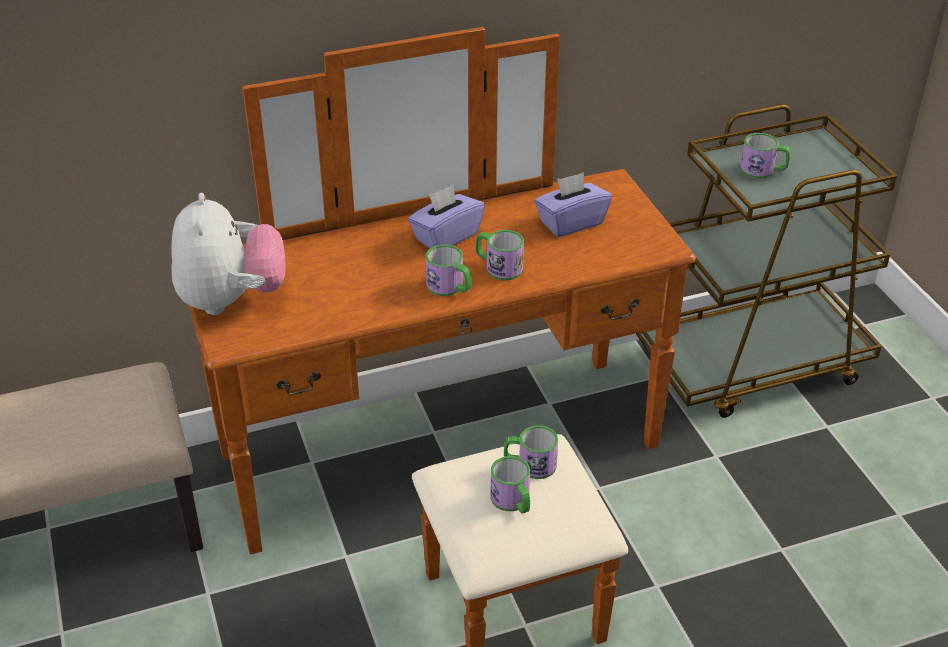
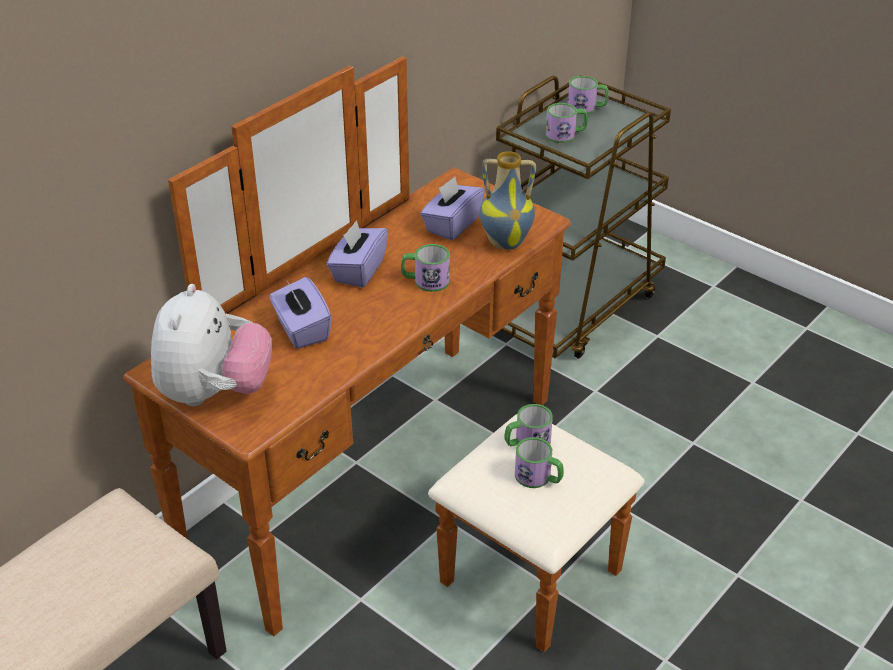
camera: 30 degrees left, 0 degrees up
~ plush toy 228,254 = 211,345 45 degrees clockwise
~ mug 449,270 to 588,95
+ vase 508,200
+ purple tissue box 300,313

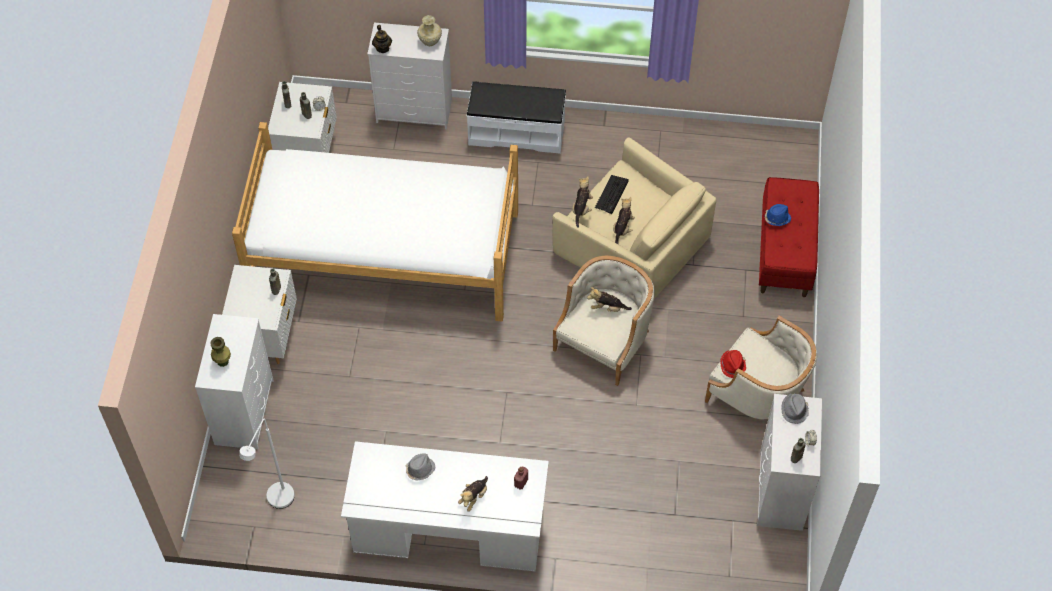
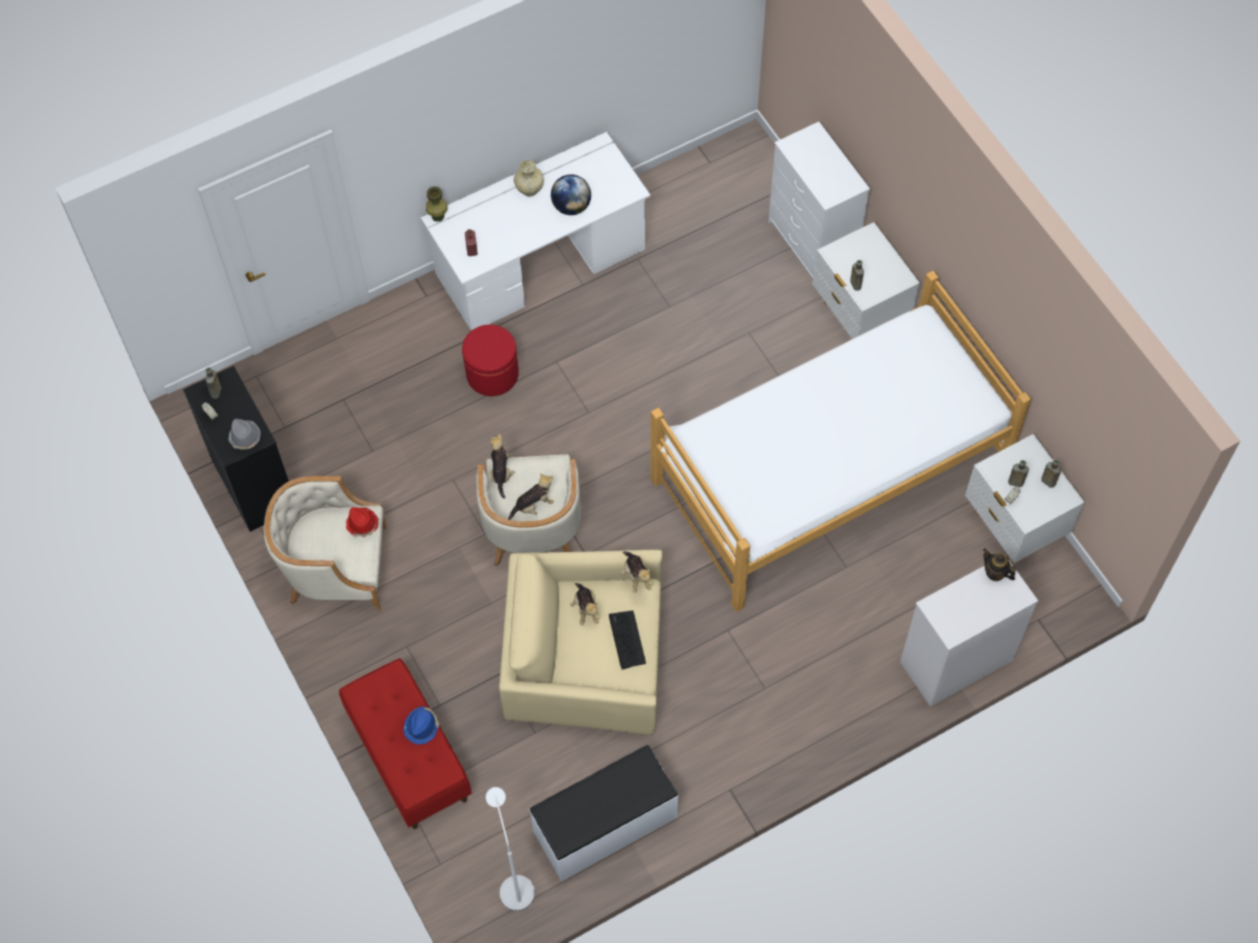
camera: 145 degrees right, 5 degrees up
~ beige vase 429,30 to 529,178
~ white bench 516,117 to 604,813
~ green vase 220,352 to 437,204
~ white dresser 789,462 to black dresser 236,449
~ white floor lamp 267,464 to 510,849
~ grey hat 420,467 to globe 571,194
~ plush toy 473,494 to 502,466
+ red ottoman 490,360

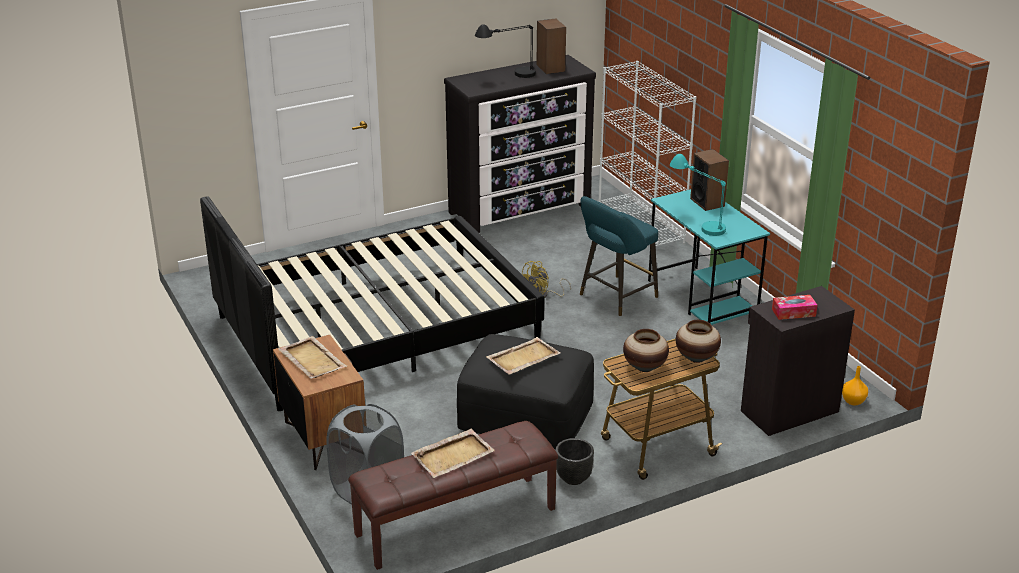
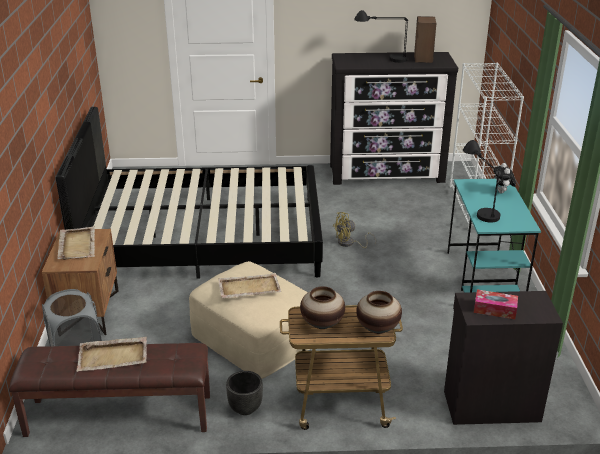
camera: 25 degrees right, 0 degrees up
~ speaker 709,180 to plush toy 504,178
~ turquoise table lamp 698,195 to black table lamp 482,181
- turquoise stool 619,256
~ black ottoman 525,391 to beige ottoman 249,320
- orange vase 855,386

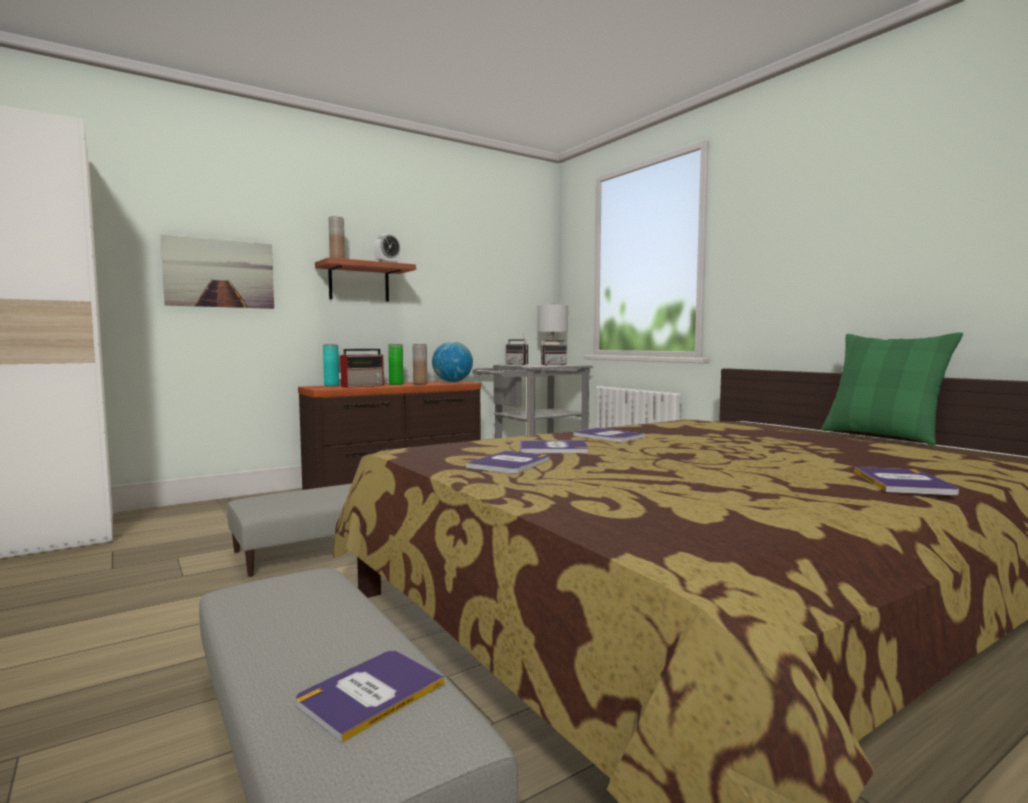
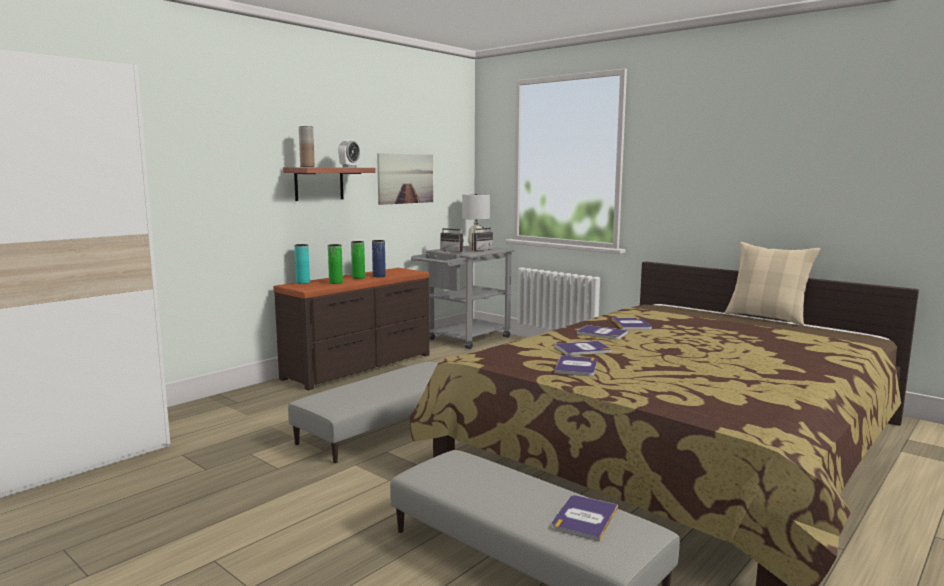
camera: 15 degrees left, 5 degrees up
~ picture 217,272 to 405,179
~ green pillow 892,388 to beige pillow 772,284
- globe 452,361
~ brown vase 420,364 to blue vase 379,258
~ radio 362,368 to green vase 335,264
~ book 906,481 to 632,324

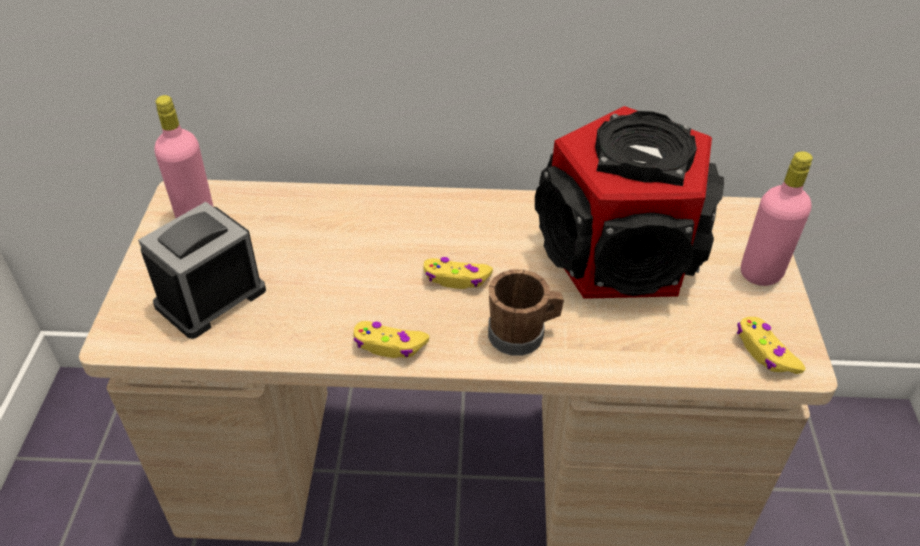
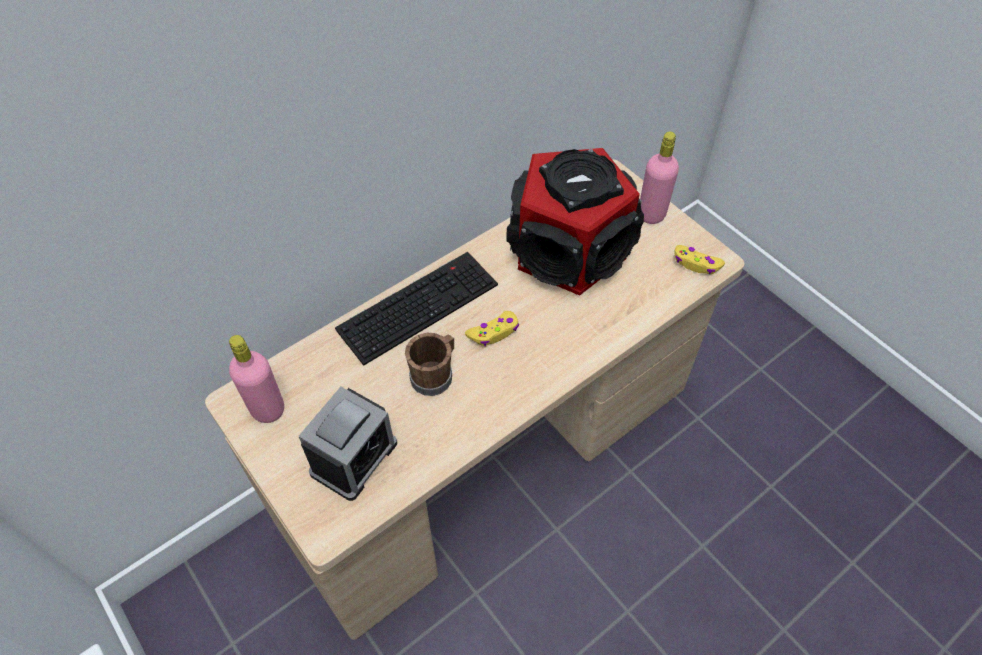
camera: 40 degrees left, 10 degrees up
~ alarm clock 202,270 = 347,443 150 degrees counterclockwise
~ brown mug 526,312 to 429,364
- yellow game controller 391,339
+ keyboard 416,309

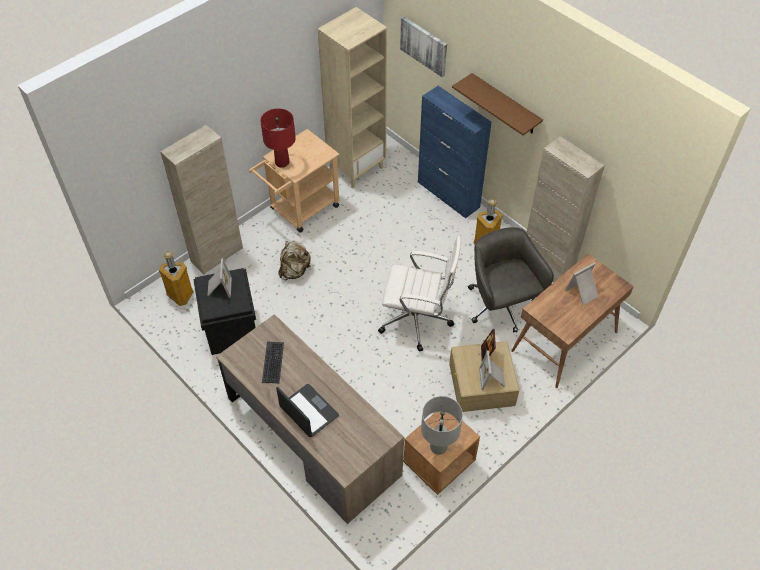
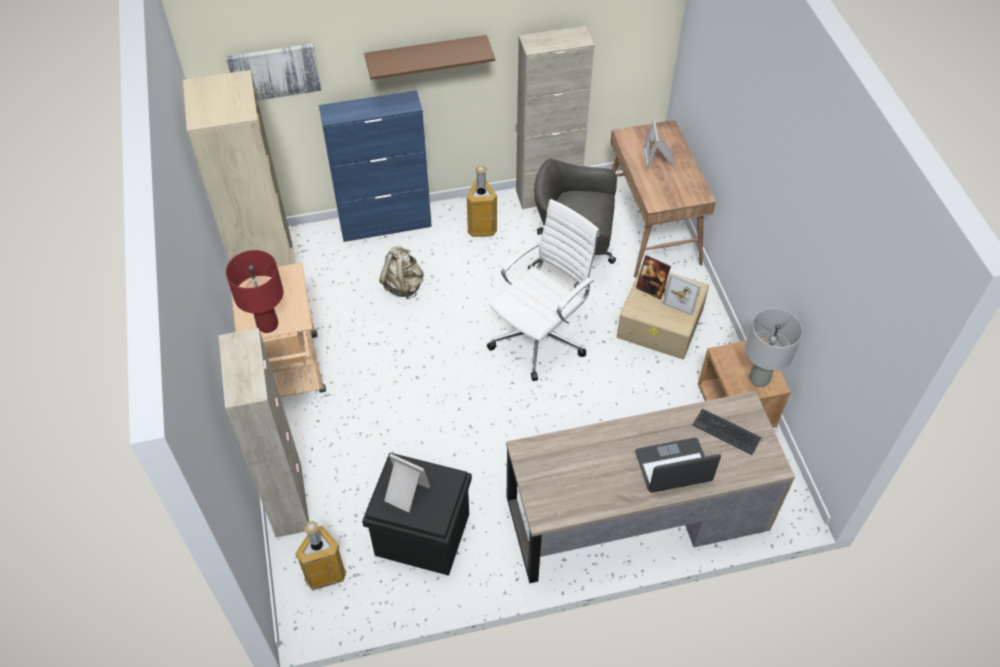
camera: 60 degrees left, 0 degrees up
~ beige backpack 294,260 to 401,272
~ keyboard 273,362 to 727,431

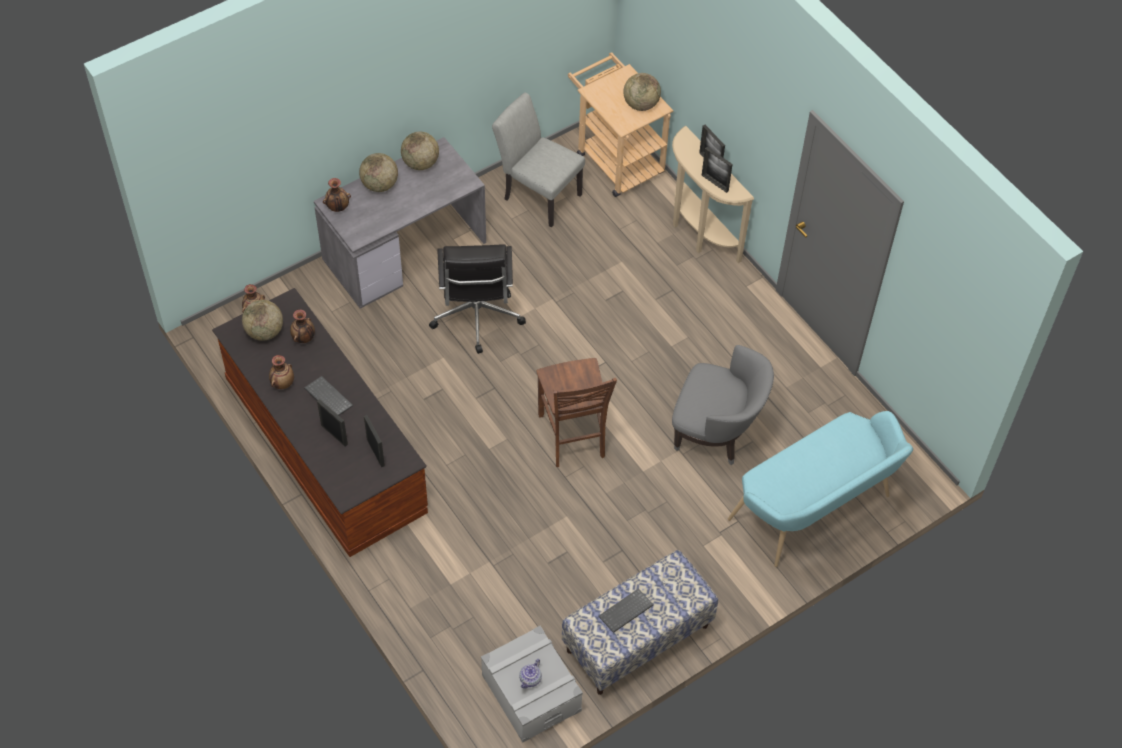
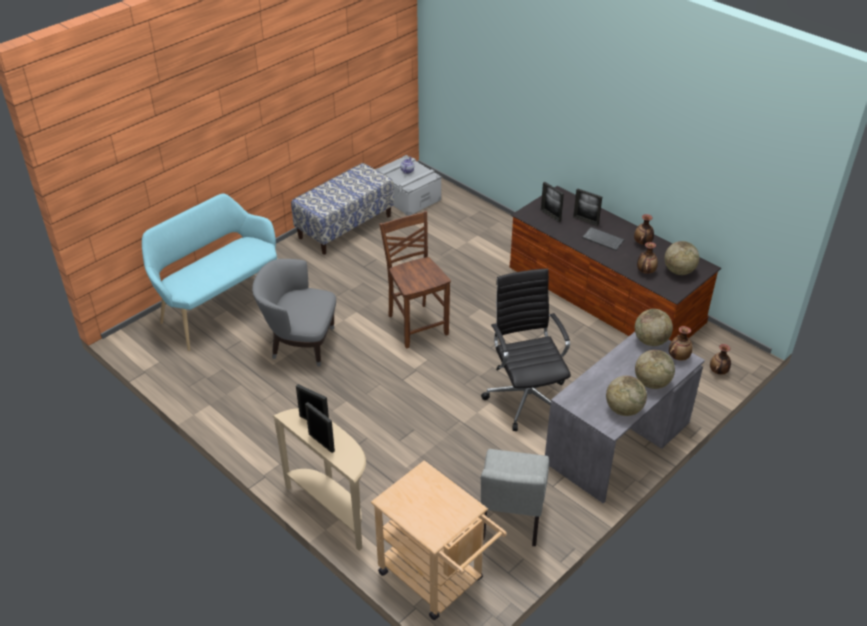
camera: 170 degrees right, 15 degrees down
~ globe 642,92 to 654,327
~ grey chair 538,160 = 515,497 75 degrees clockwise
- keyboard 626,611

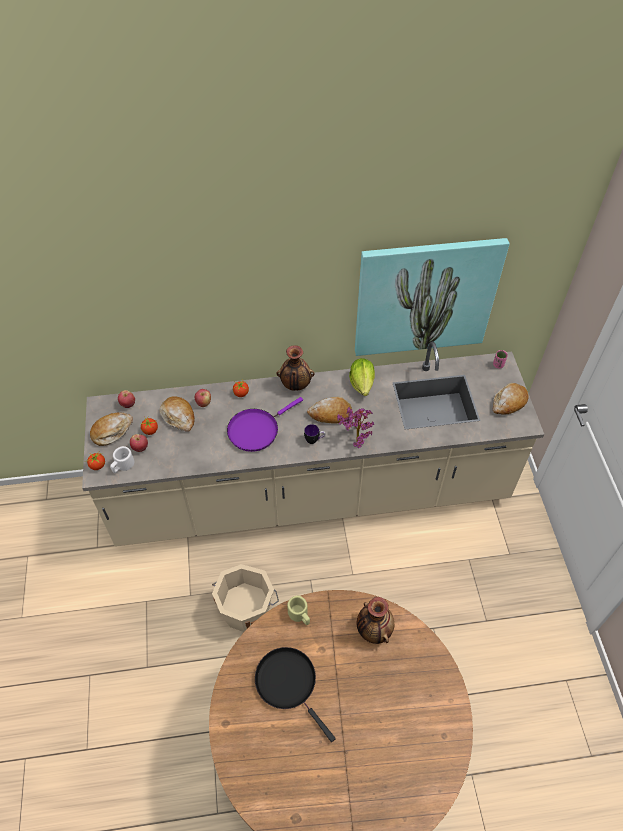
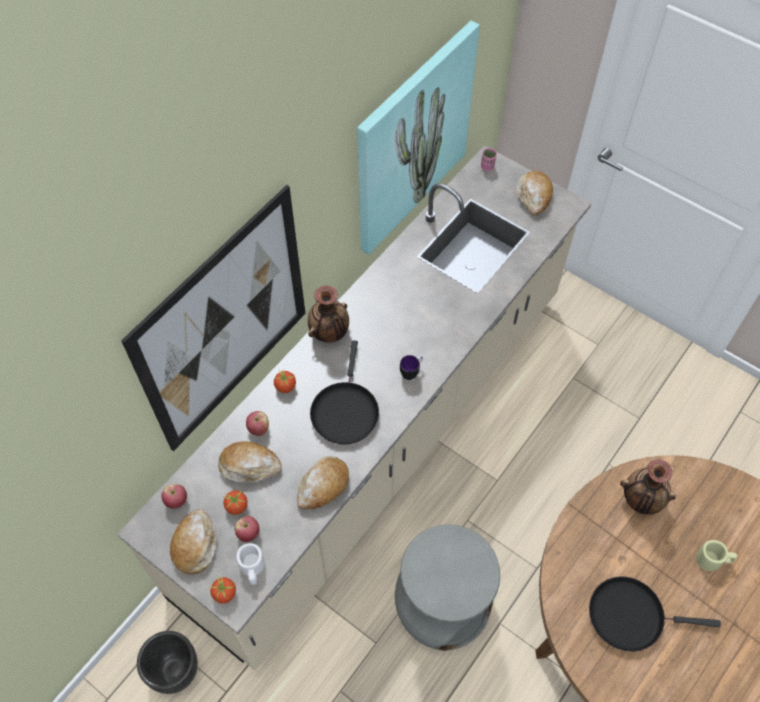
camera: 45 degrees left, 5 degrees up
- lettuce 362,377
~ purple frying pan 265,424 to black frying pan 344,392
~ bread 329,410 to 323,482
- potted plant 355,427
~ beige bucket 245,598 to grey stool 447,587
~ beige mug 298,610 to 716,555
+ picture 213,318
+ black planter 167,662

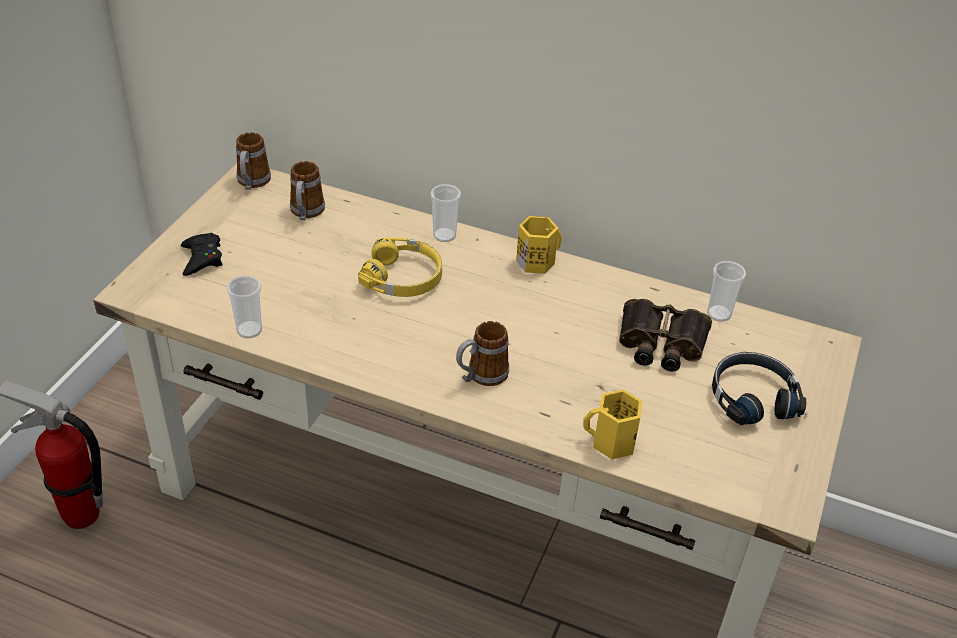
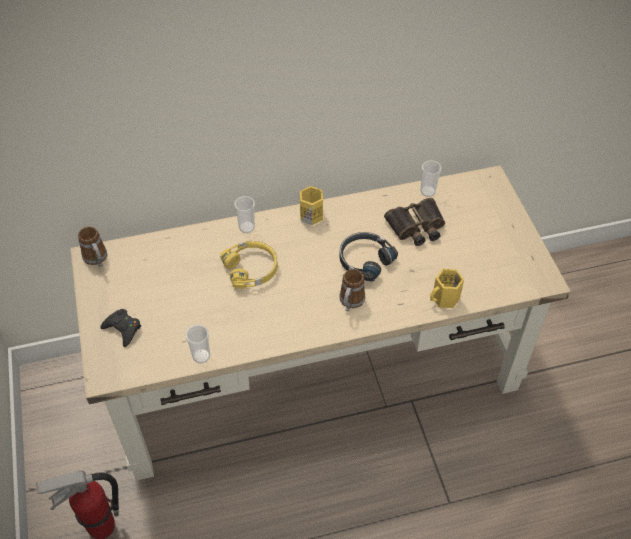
camera: 35 degrees left, 10 degrees up
- mug 307,190
~ black headphones 759,388 to 369,257

